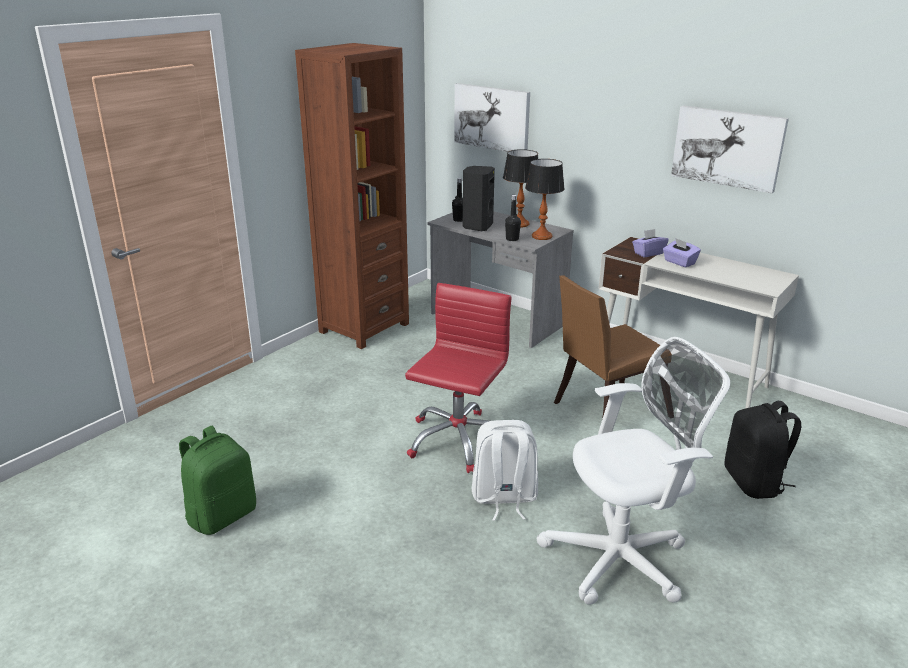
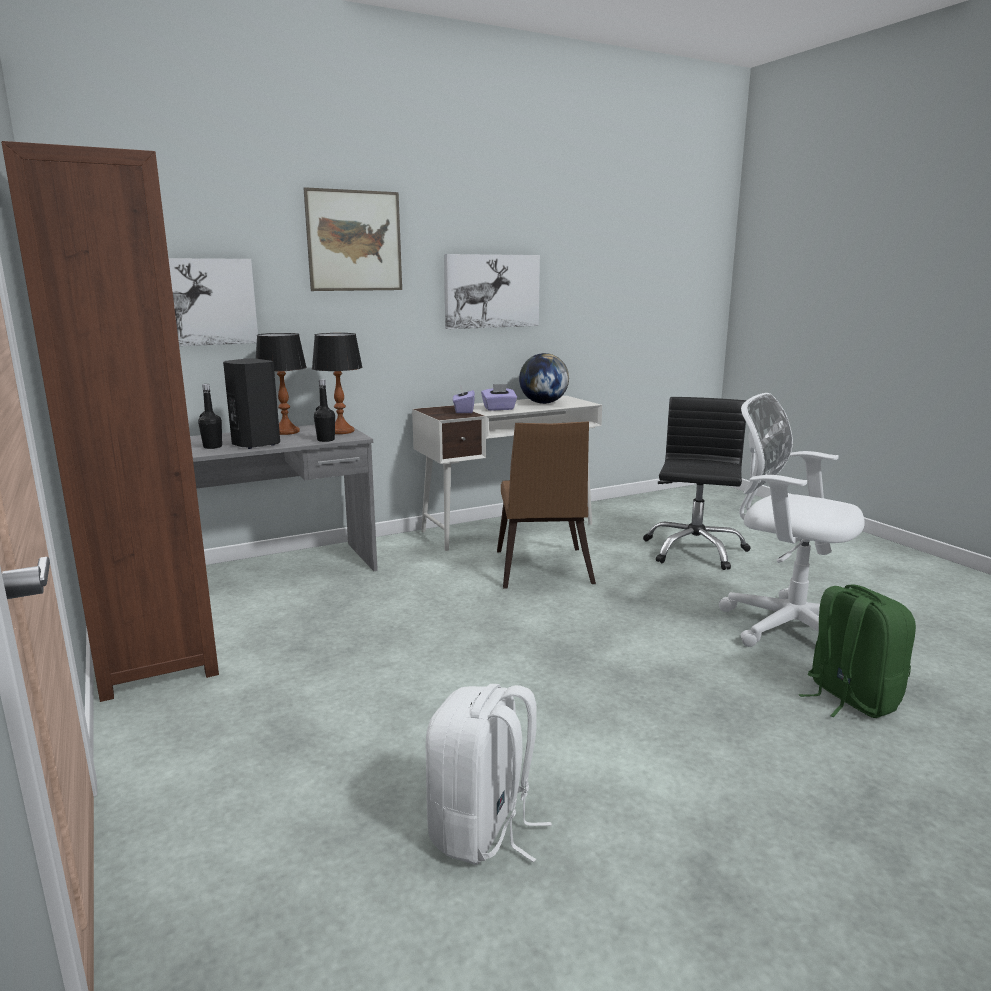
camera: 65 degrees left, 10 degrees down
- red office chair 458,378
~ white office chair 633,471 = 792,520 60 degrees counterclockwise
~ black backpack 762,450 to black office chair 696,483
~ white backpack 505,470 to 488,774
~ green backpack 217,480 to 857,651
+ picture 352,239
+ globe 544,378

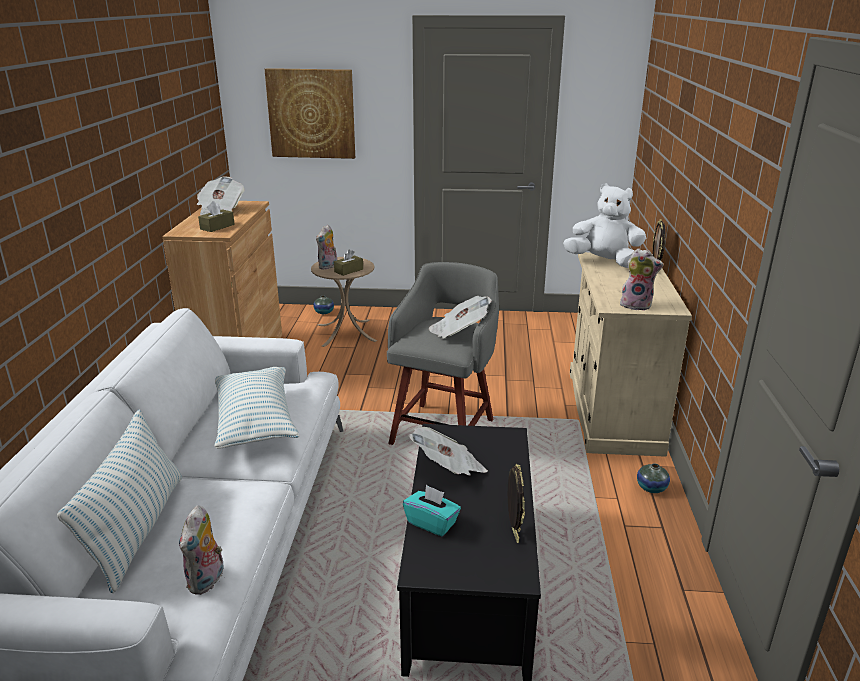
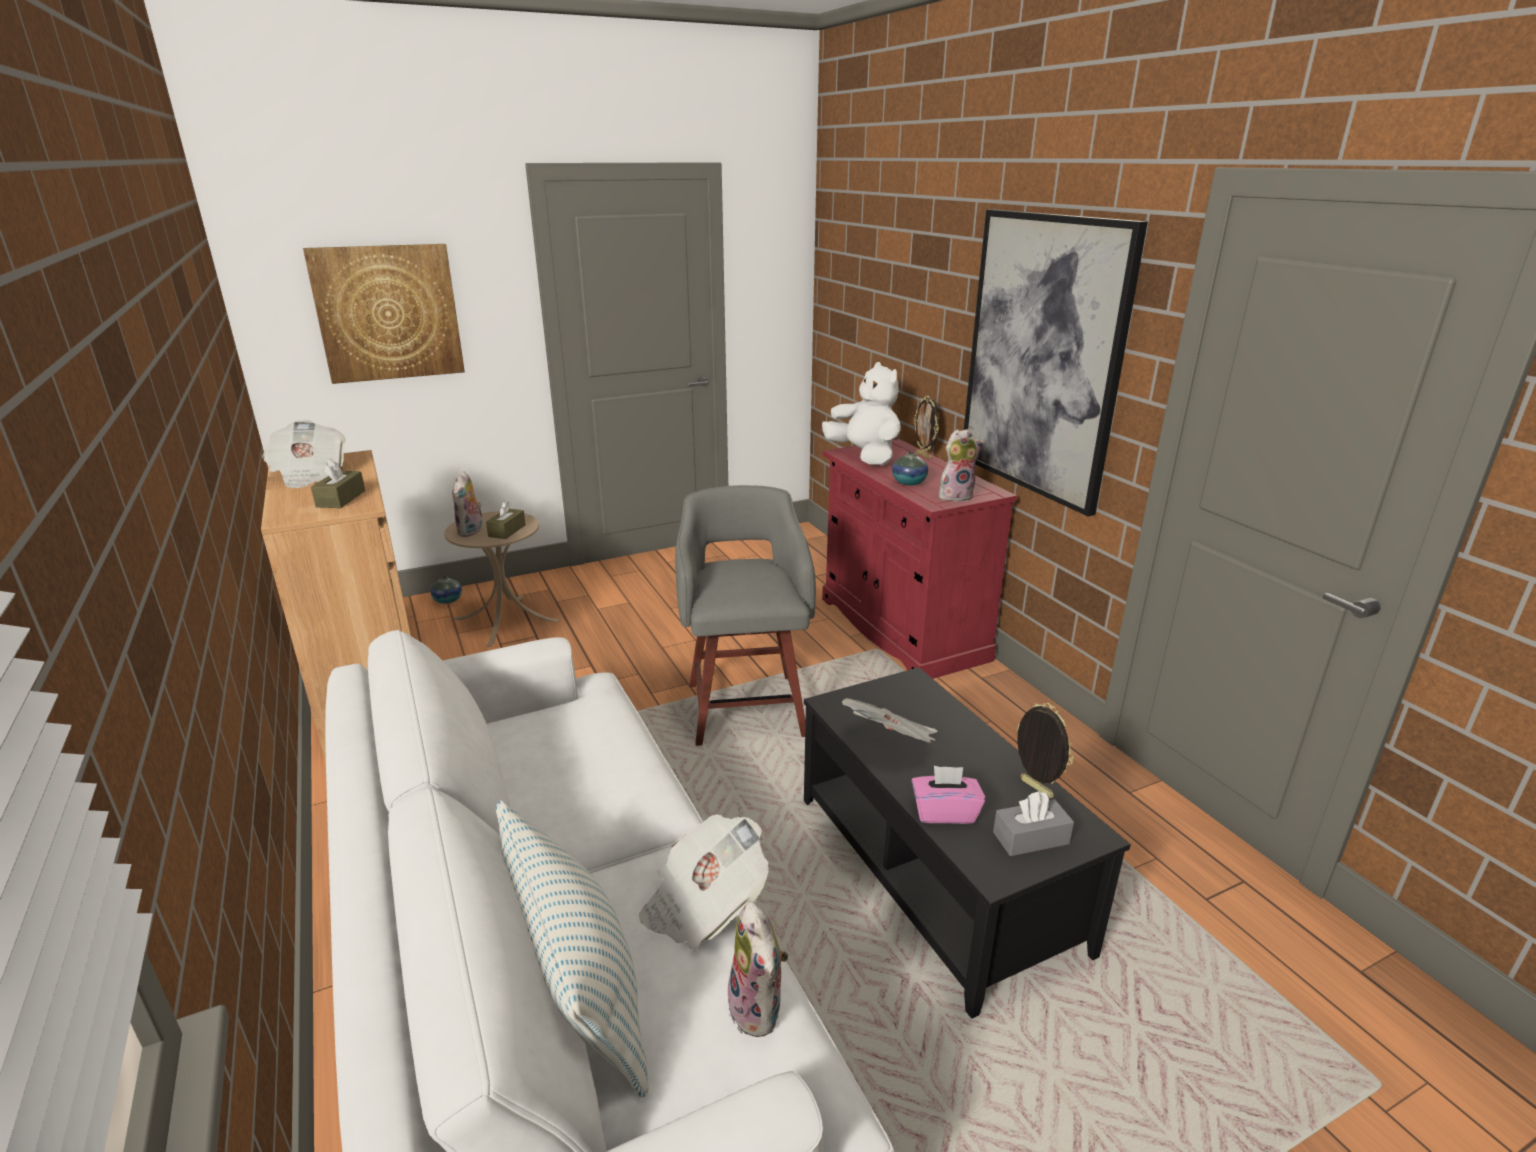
camera: 30 degrees left, 0 degrees up
~ white plush toy 604,225 = 861,413 60 degrees clockwise
~ beige cabinet 631,354 to red cabinet 919,559
~ newspaper 460,317 to 704,882
- pillow 257,408
~ vase 653,478 to 910,469
~ turquoise tissue box 432,510 to pink tissue box 948,795
+ picture 1056,363
+ grey tissue box 1033,823

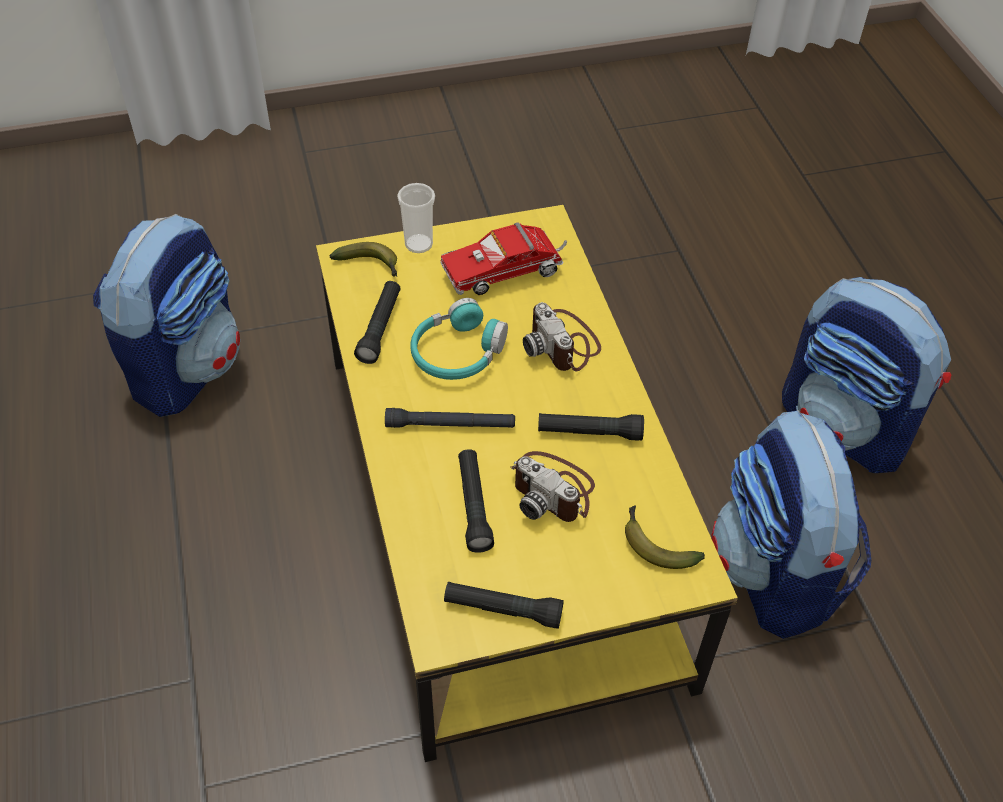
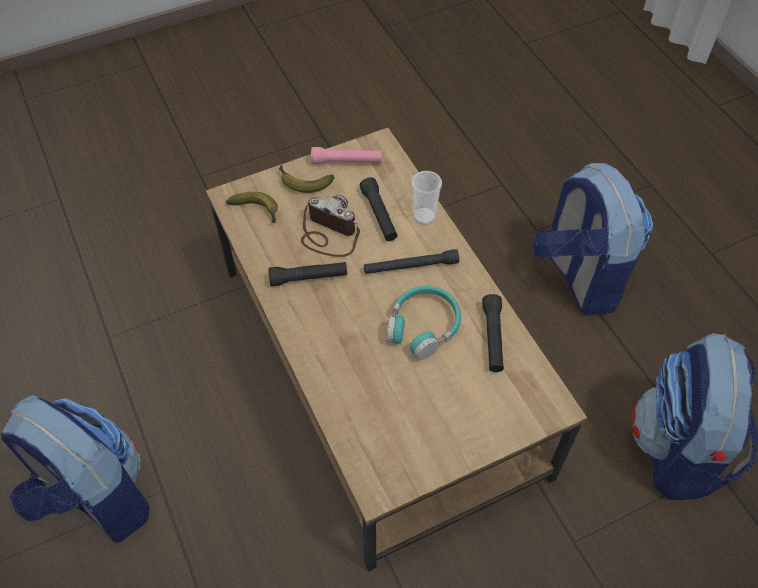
camera: 170 degrees right, 5 degrees up
~ cup 416,218 to 427,198
~ yellow coffee table 527,483 to brown coffee table 396,350
- toy truck 503,258
~ banana 363,259 to 307,179
- photo camera 562,336
~ backpack 791,524 to 593,239
~ black flashlight 504,605 to pink flashlight 346,155

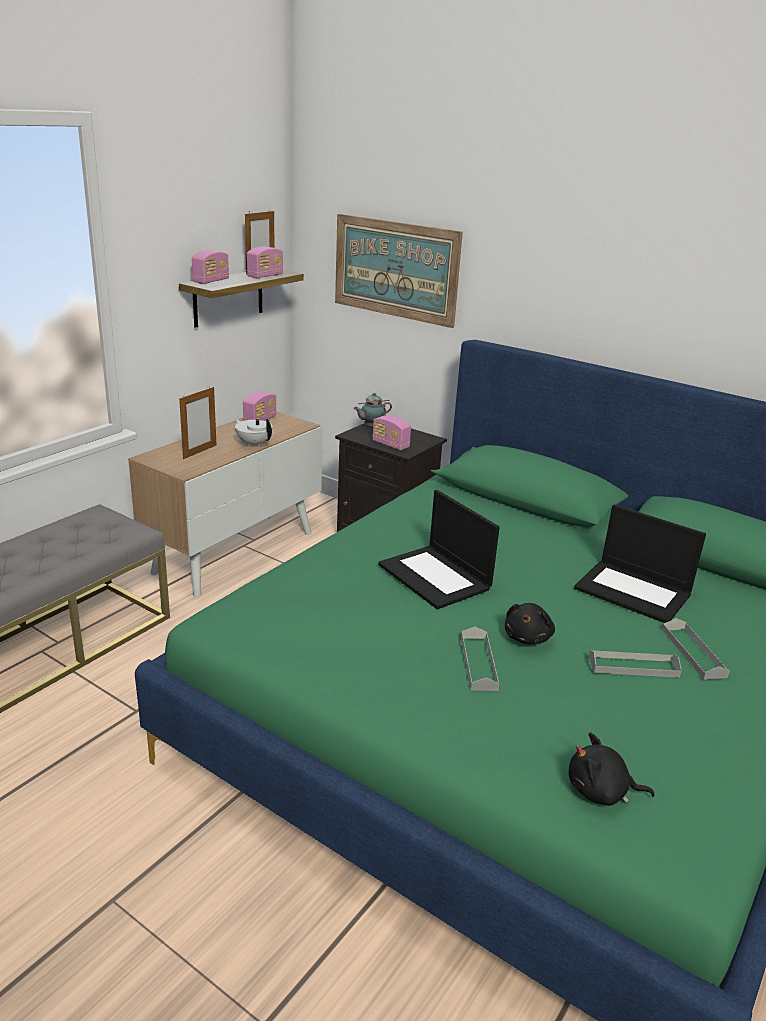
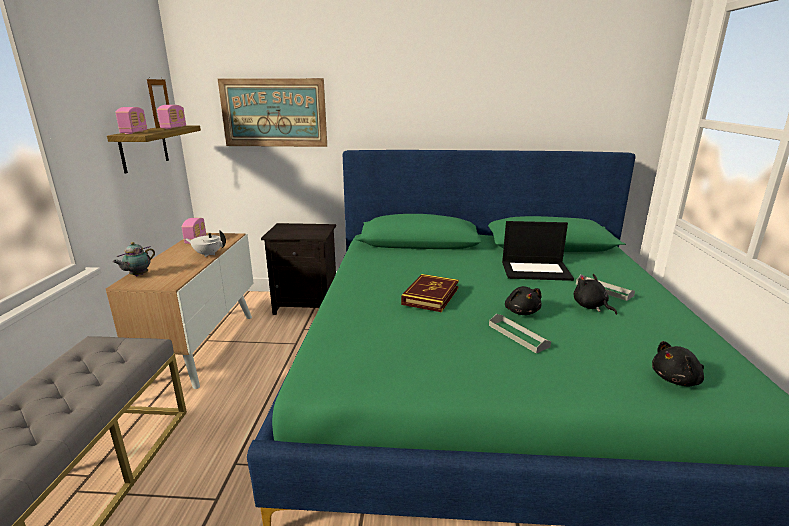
camera: 30 degrees left, 5 degrees down
- picture frame 198,422
~ teapot 372,410 to 134,259
- radio 391,432
~ laptop 439,549 to book 430,293
~ grey tray 635,663 to black plush toy 595,294

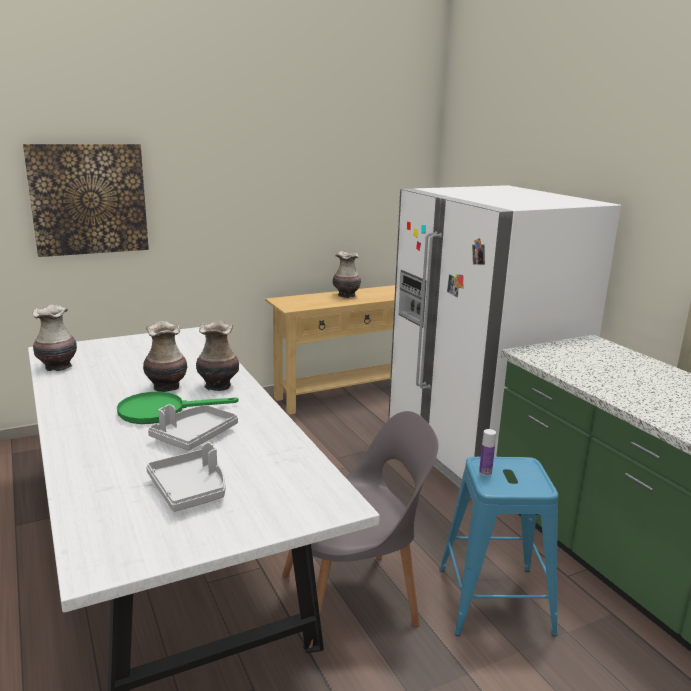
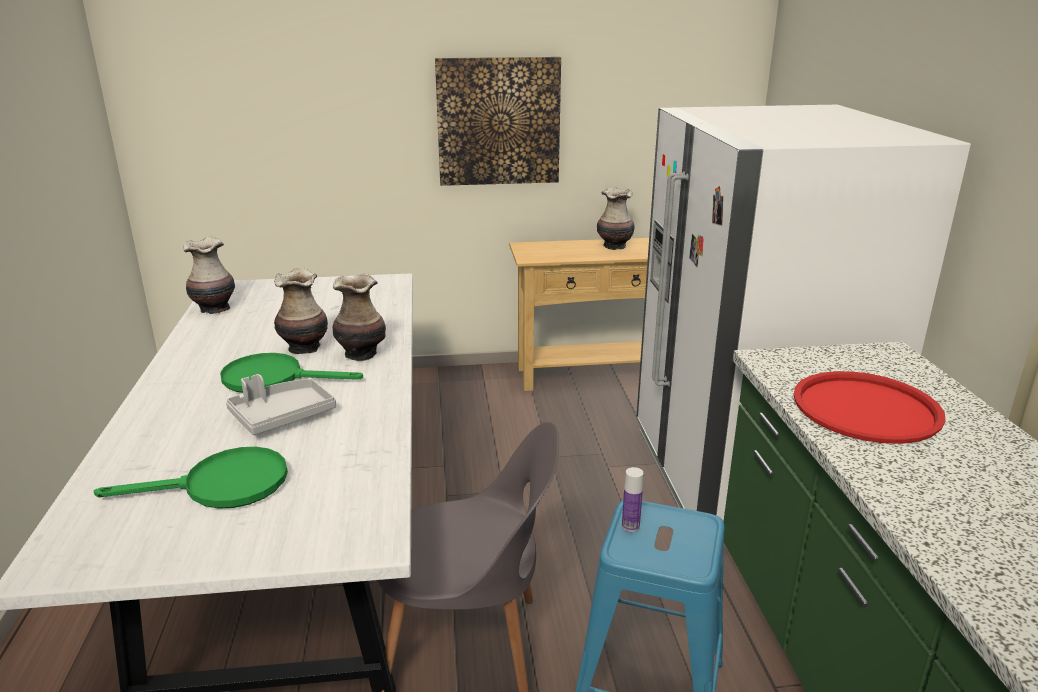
camera: 20 degrees right, 5 degrees up
~ picture 86,200 to 498,121
~ grey tray 185,477 to green frying pan 191,478
+ red tray 869,407

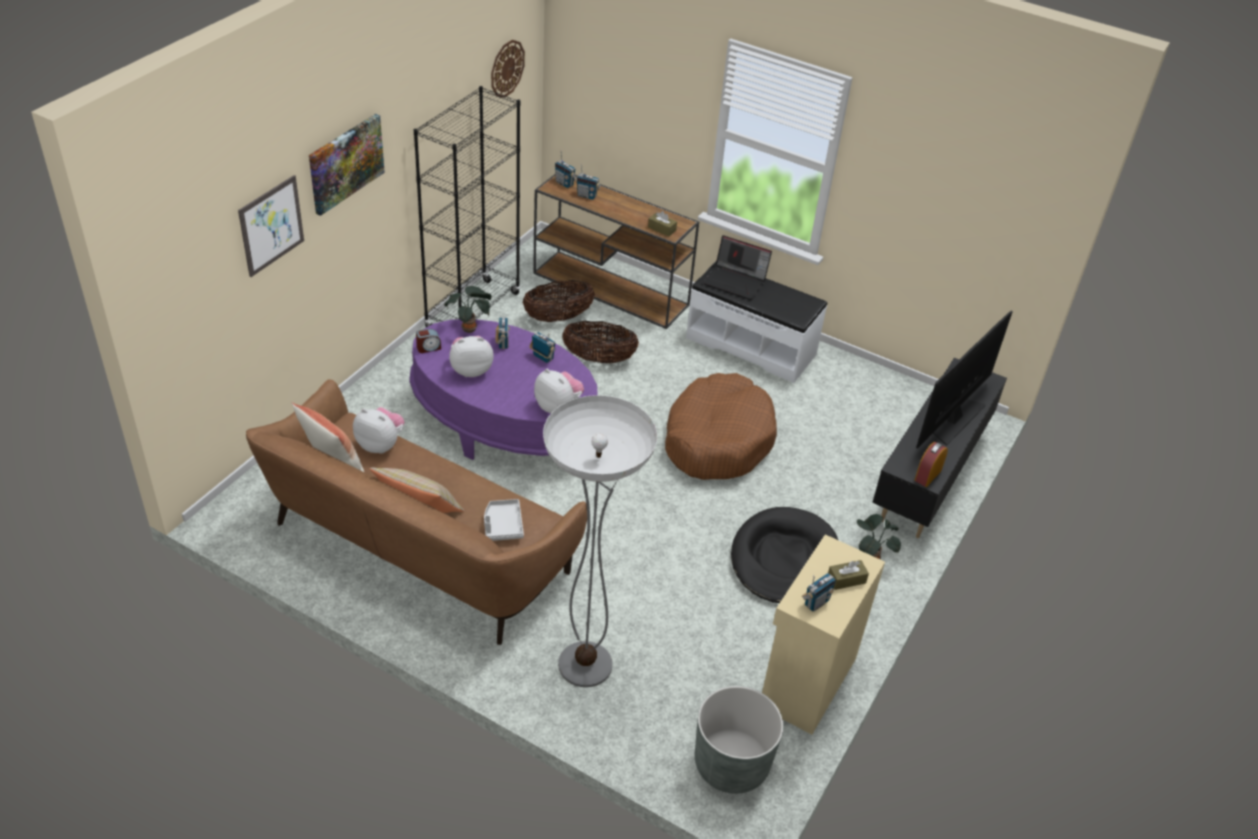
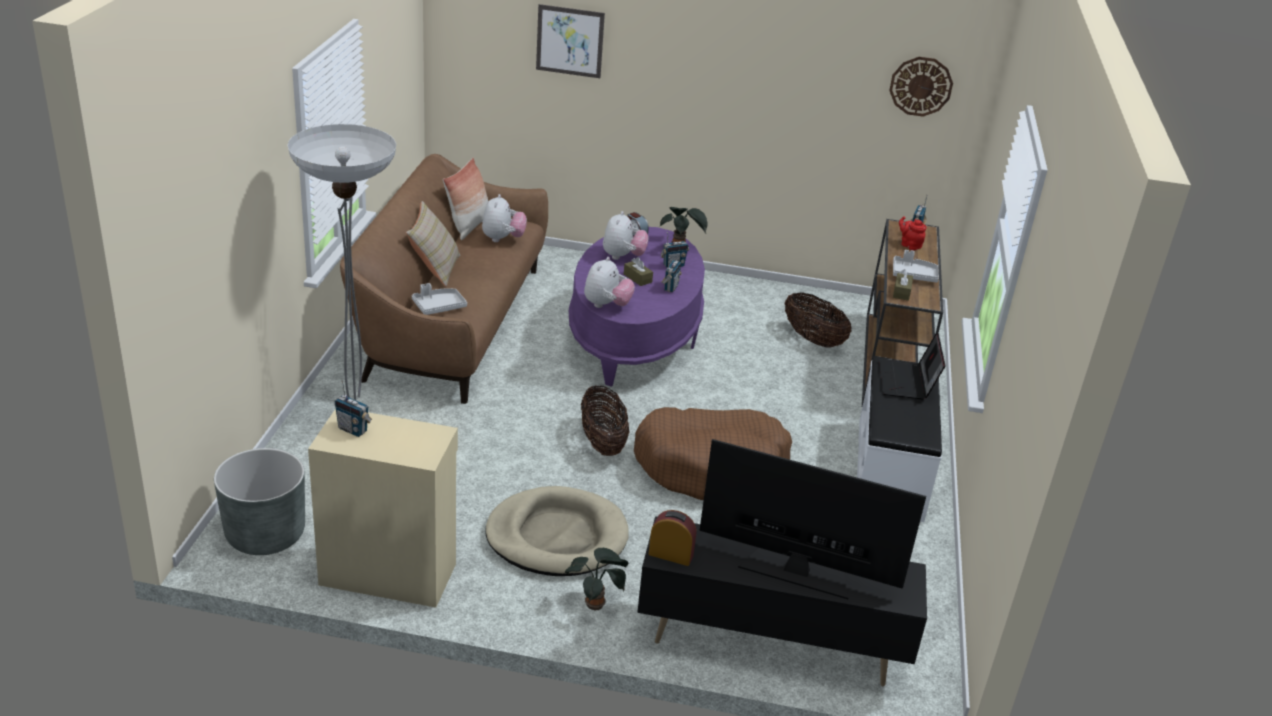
camera: 70 degrees right, 10 degrees down
- black bookcase 467,207
- picture 347,165
~ radio 587,182 to red teapot 913,233
~ basket 601,342 to 605,421
~ plush toy 471,356 = 626,235 45 degrees clockwise
~ black dog bed 784,555 to beige dog bed 557,531
~ brown tissue box 848,575 to 638,271
+ grey tray 916,266

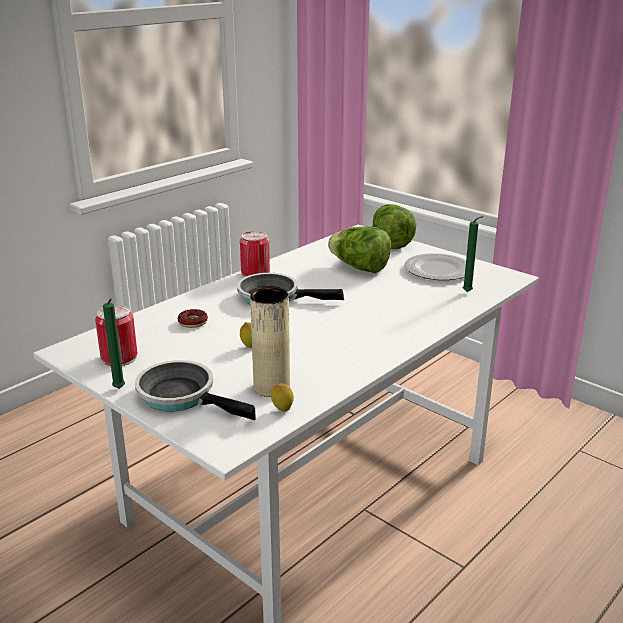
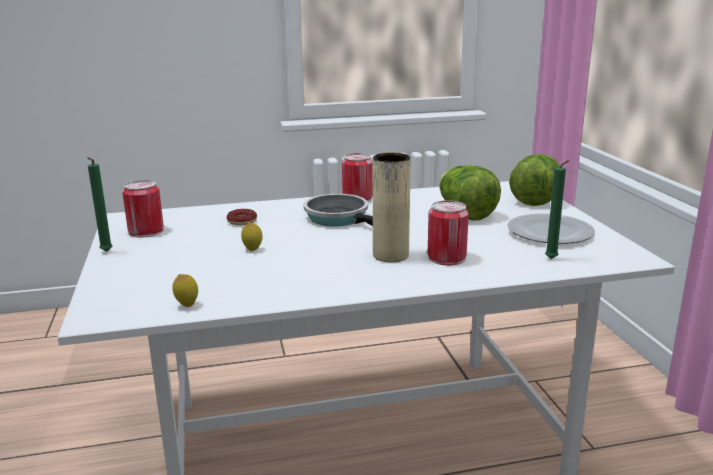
camera: 35 degrees right, 5 degrees down
~ beige vase 270,342 to 392,207
- frying pan 195,390
+ can 448,232

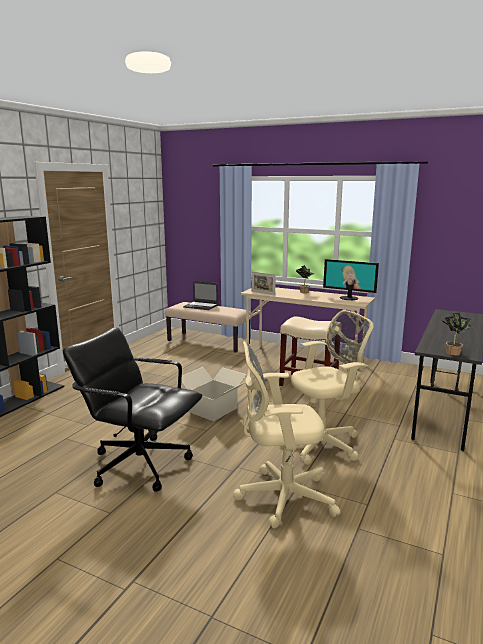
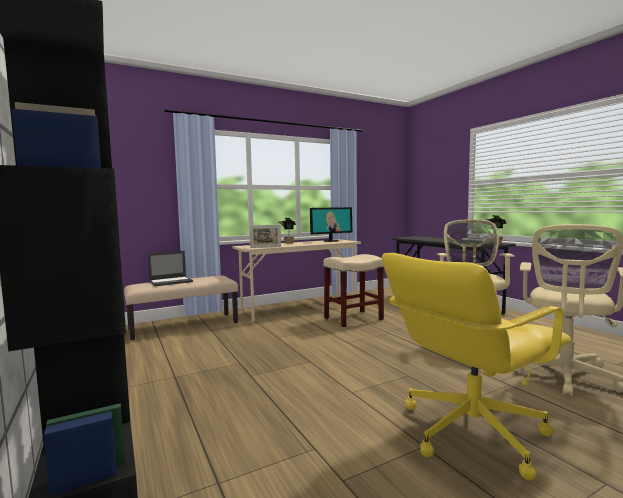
camera: 55 degrees left, 10 degrees down
~ black office chair 132,409 to yellow office chair 476,366
- cardboard box 214,394

